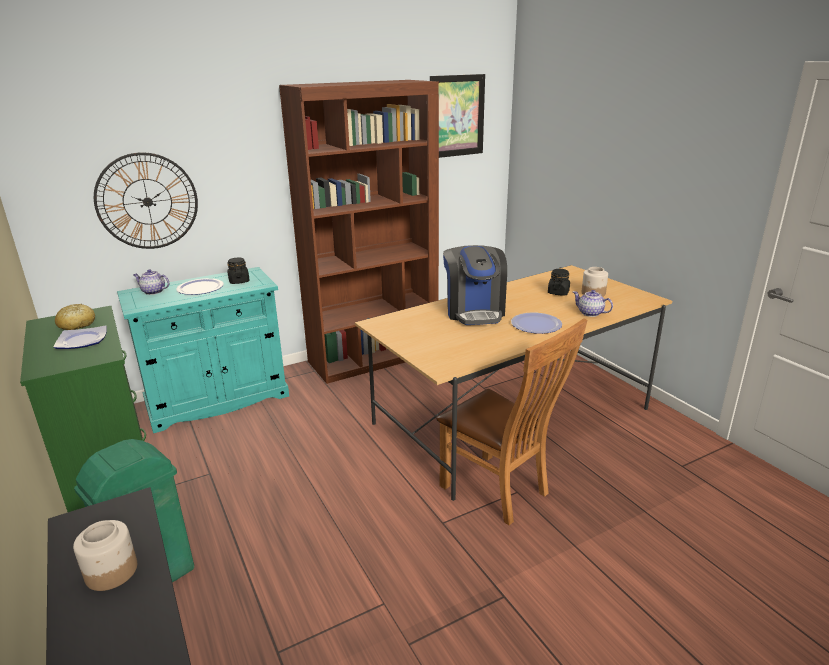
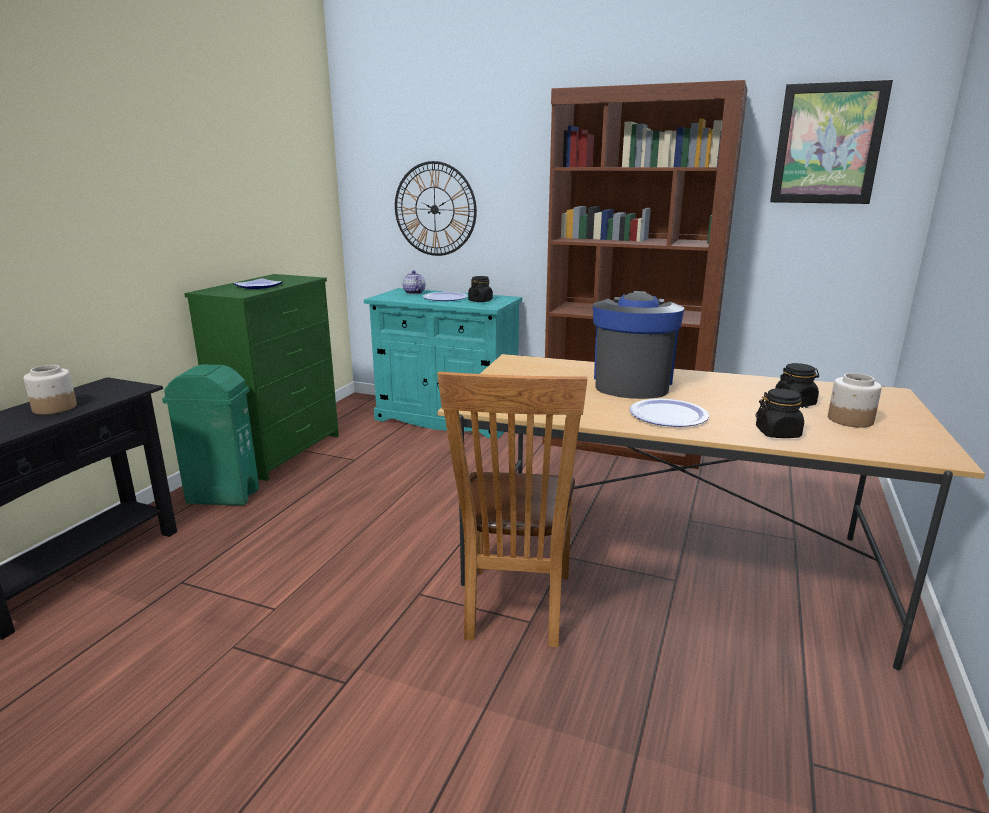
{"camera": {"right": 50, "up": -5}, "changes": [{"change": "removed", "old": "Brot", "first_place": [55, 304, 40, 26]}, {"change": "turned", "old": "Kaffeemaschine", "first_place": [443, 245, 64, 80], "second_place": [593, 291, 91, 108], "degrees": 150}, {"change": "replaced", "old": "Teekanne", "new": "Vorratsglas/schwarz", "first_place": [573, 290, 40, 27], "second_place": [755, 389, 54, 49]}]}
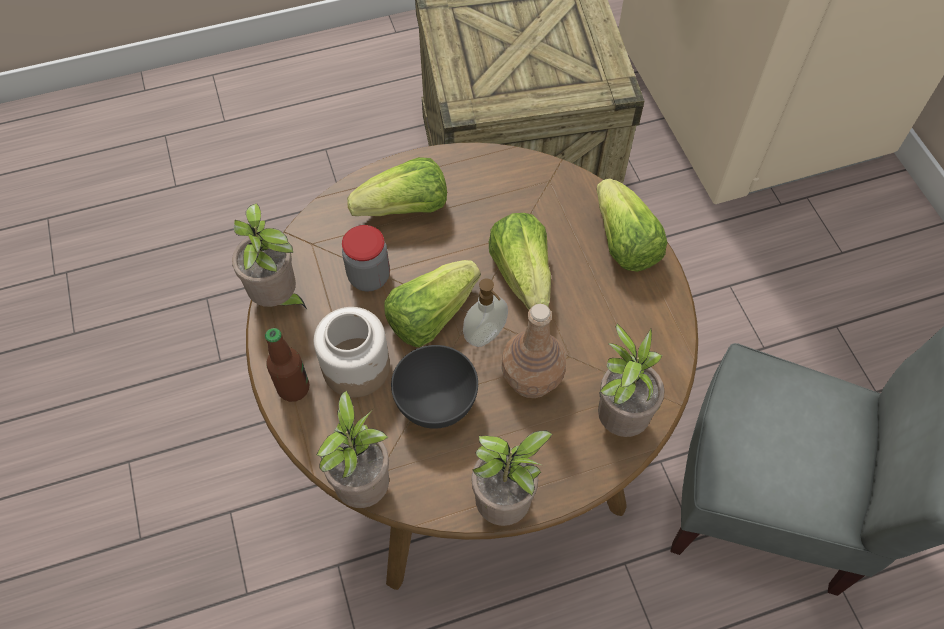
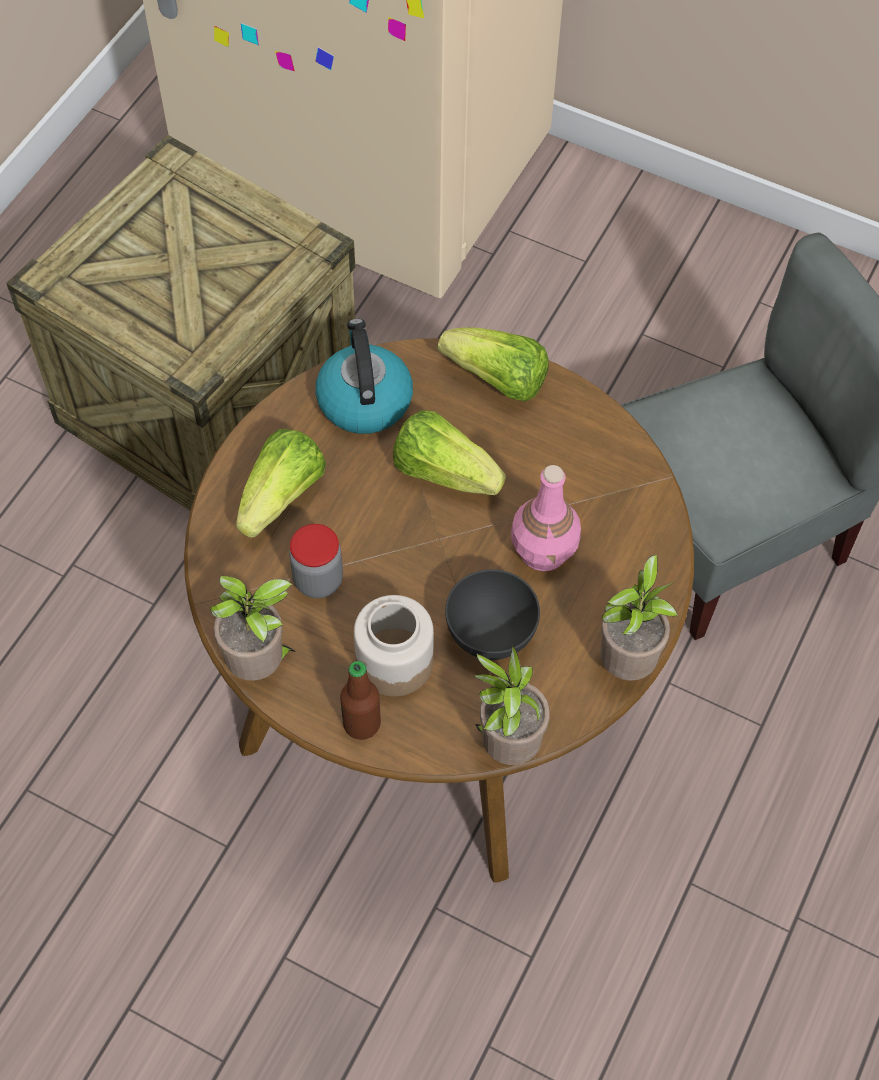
{"camera": {"right": -45, "up": 0}, "changes": [{"change": "removed", "old": "Salatkopf", "first_place": [384, 260, 97, 87]}, {"change": "removed", "old": "Seifenspender", "first_place": [463, 278, 45, 69]}, {"change": "recoloured", "old": "Flasche/braun", "new": "Flasche/rosa", "first_place": [501, 304, 65, 94], "second_place": [511, 465, 70, 106]}, {"change": "removed", "old": "Topfpflanze", "first_place": [598, 323, 67, 114]}, {"change": "added", "new": "Wasserkessel", "second_place": [316, 318, 97, 116]}]}
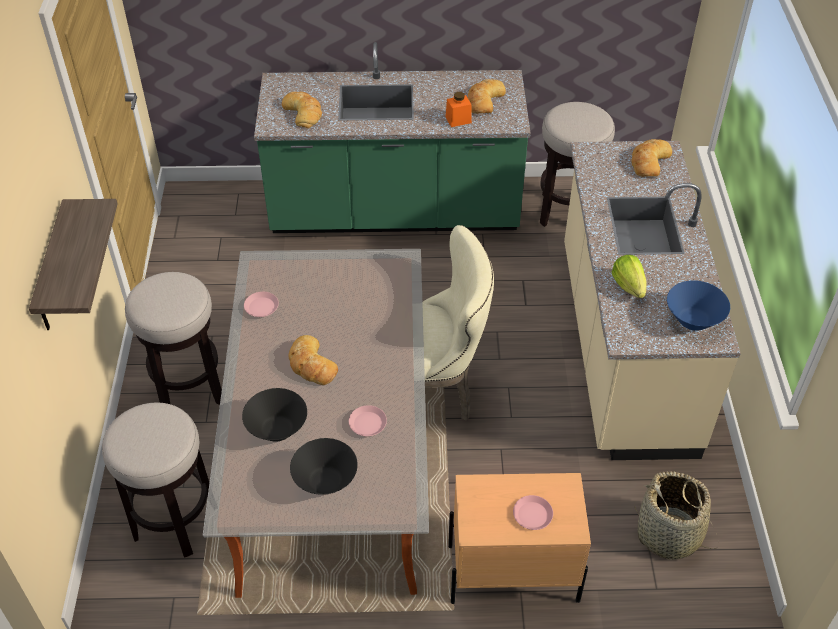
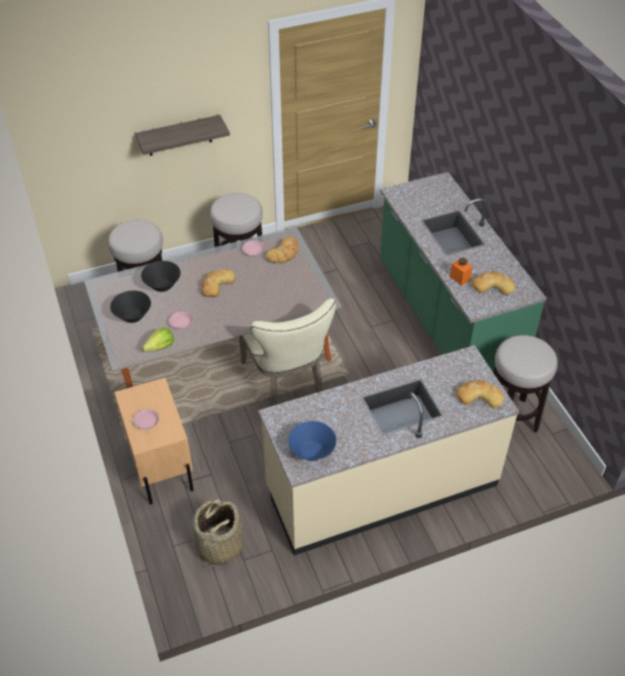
{"camera": {"right": 70, "up": 0}, "changes": [{"change": "moved", "old": "Brot", "first_place": [282, 92, 40, 36], "second_place": [266, 237, 33, 26]}, {"change": "moved", "old": "Salatkopf", "first_place": [612, 255, 35, 43], "second_place": [142, 327, 32, 25]}]}
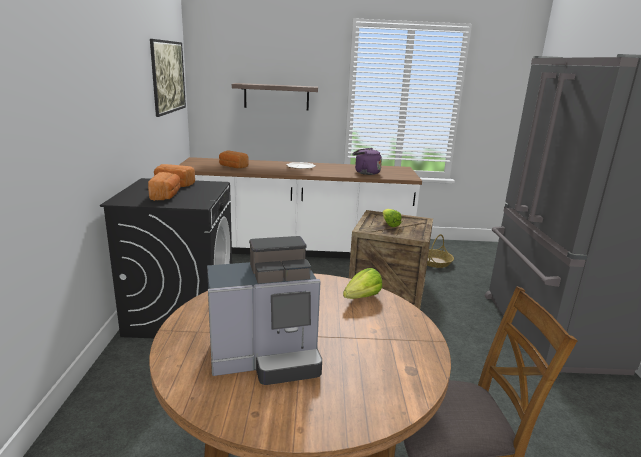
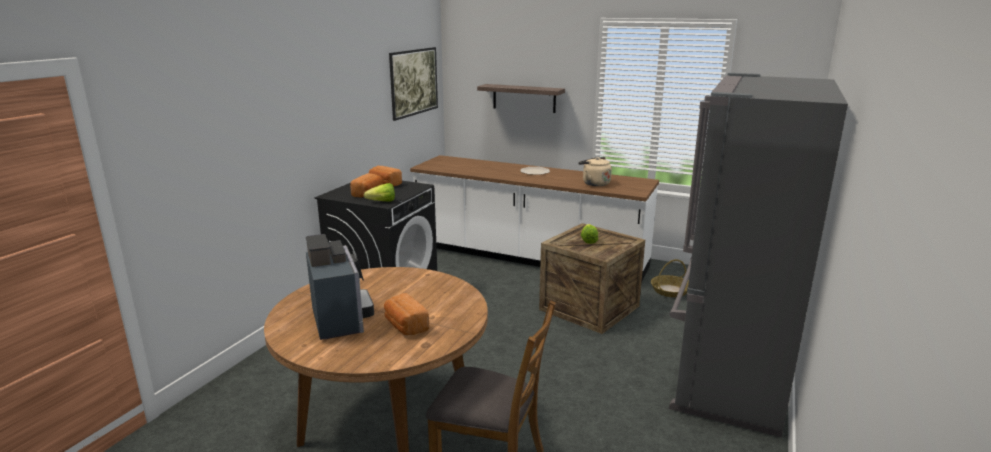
{"camera": {"right": 25, "up": 0}, "changes": [{"change": "turned", "old": "Kaffeemaschine", "first_place": [207, 236, 115, 149], "second_place": [306, 234, 68, 106], "degrees": -120}, {"change": "moved", "old": "Brot", "first_place": [219, 151, 29, 17], "second_place": [384, 293, 45, 42]}, {"change": "moved", "old": "Salatkopf", "first_place": [343, 268, 39, 31], "second_place": [364, 183, 31, 19]}, {"change": "recoloured", "old": "Wasserkessel/lila", "new": "Wasserkessel/beige", "first_place": [352, 148, 30, 27], "second_place": [578, 157, 34, 29]}]}
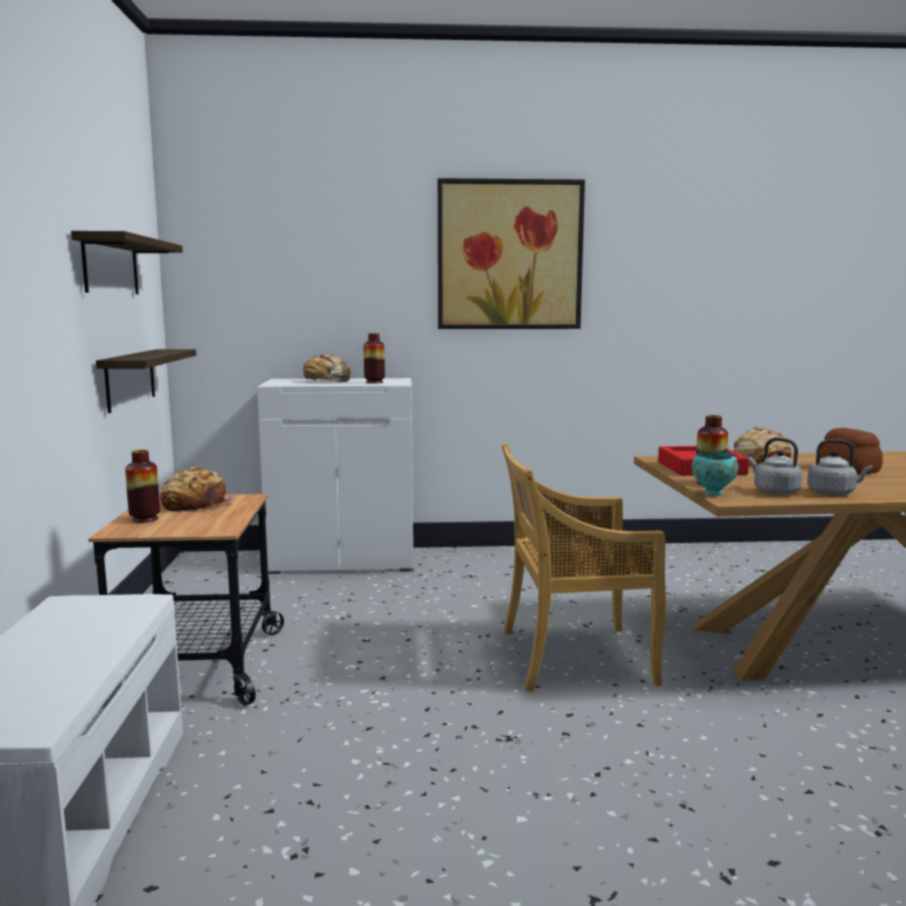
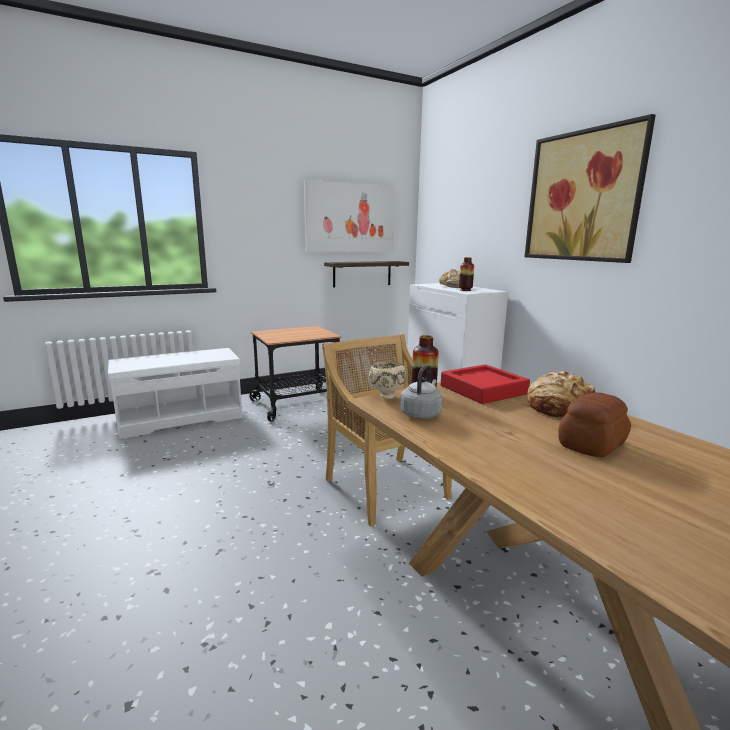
{"camera": {"right": 65, "up": 5}, "changes": [{"change": "replaced", "old": "Wandregal", "new": "Bild", "first_place": [71, 231, 112, 63], "second_place": [304, 180, 90, 72]}, {"change": "removed", "old": "Vase", "first_place": [125, 450, 35, 73]}, {"change": "removed", "old": "Brot", "first_place": [160, 467, 76, 45]}, {"change": "recoloured", "old": "Schüssel/türkis", "new": "Schüssel/beige", "first_place": [692, 452, 46, 44], "second_place": [369, 361, 37, 38]}, {"change": "removed", "old": "Wasserkessel/grau", "first_place": [807, 439, 66, 57]}]}
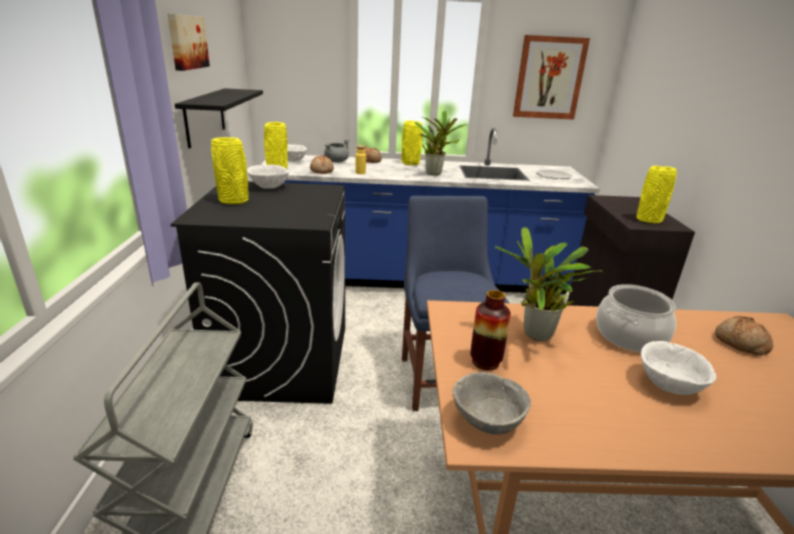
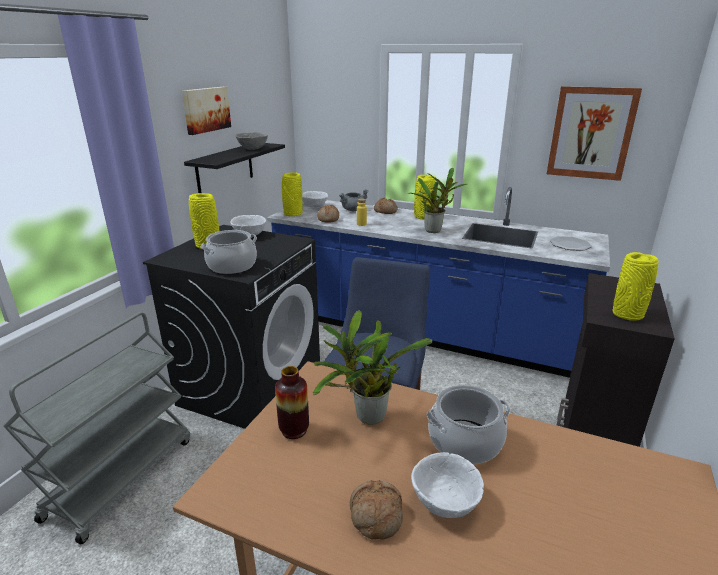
{"camera": {"right": 25, "up": 0}, "changes": [{"change": "moved", "old": "Schüssel/grau", "first_place": [453, 372, 78, 63], "second_place": [235, 132, 33, 18]}, {"change": "moved", "old": "Brot", "first_place": [715, 316, 58, 40], "second_place": [350, 480, 53, 60]}, {"change": "added", "new": "Kochtopf", "second_place": [200, 230, 57, 44]}]}
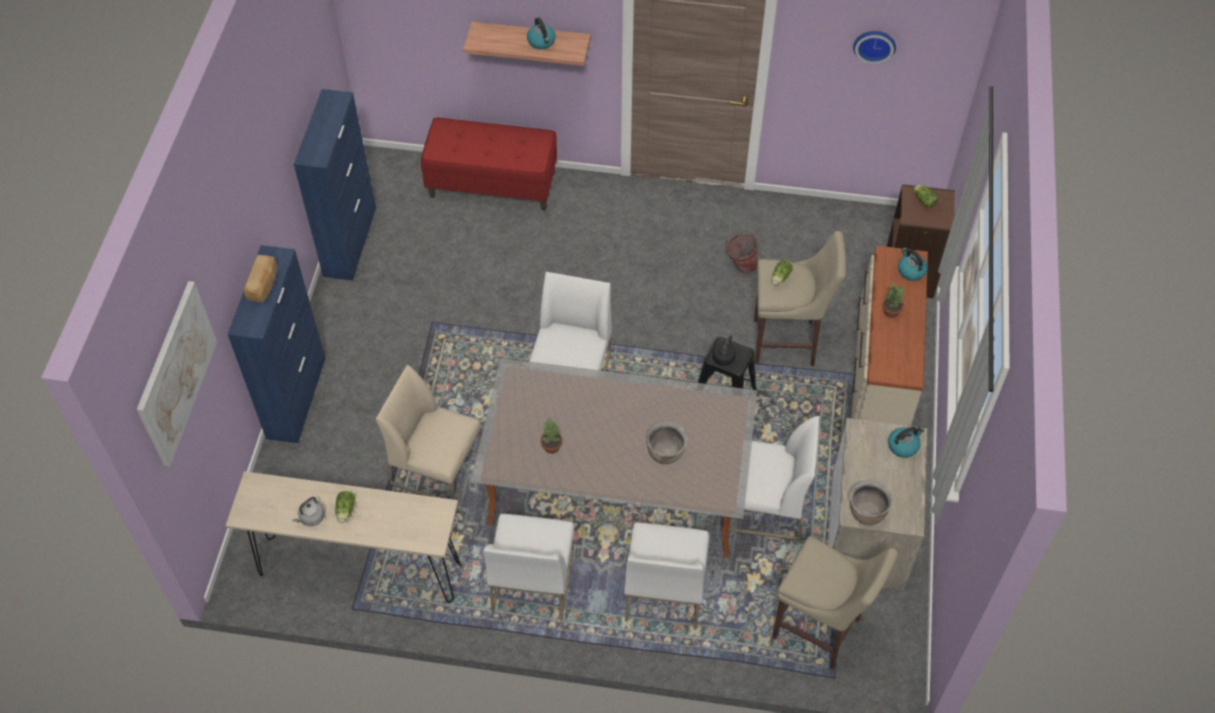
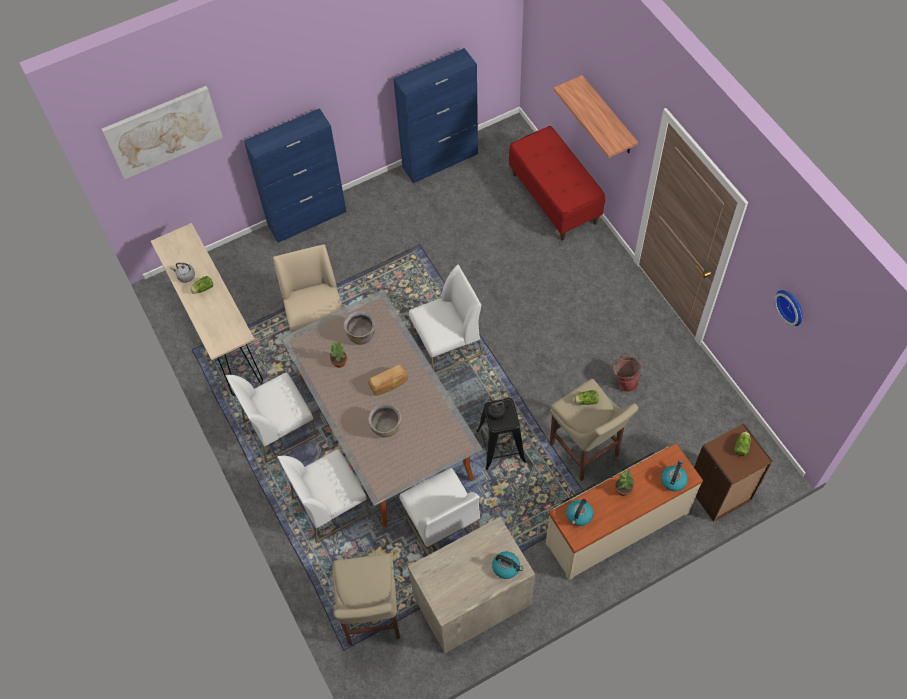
{"camera": {"right": 55, "up": 5}, "changes": [{"change": "moved", "old": "Brot", "first_place": [244, 255, 33, 47], "second_place": [368, 365, 40, 31]}, {"change": "moved", "old": "Wasserkessel", "first_place": [527, 17, 29, 32], "second_place": [566, 499, 27, 27]}, {"change": "moved", "old": "Kochtopf/braun", "first_place": [850, 481, 42, 45], "second_place": [344, 312, 31, 33]}]}
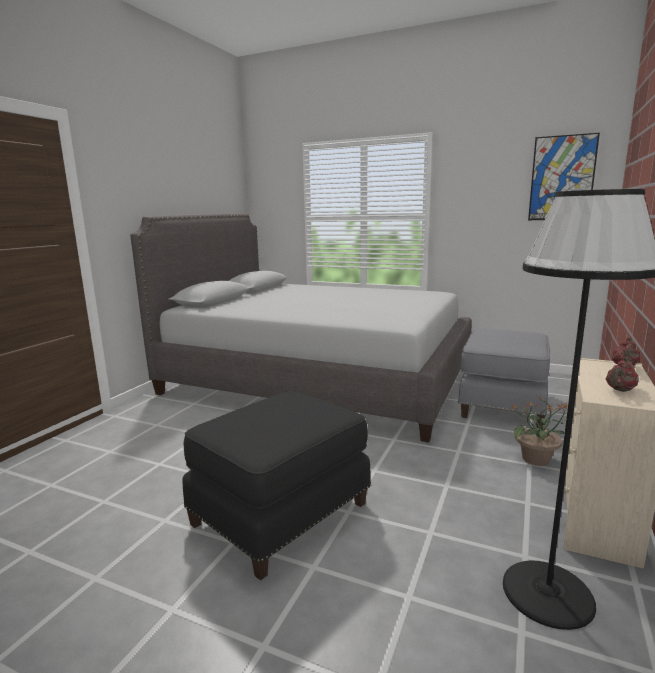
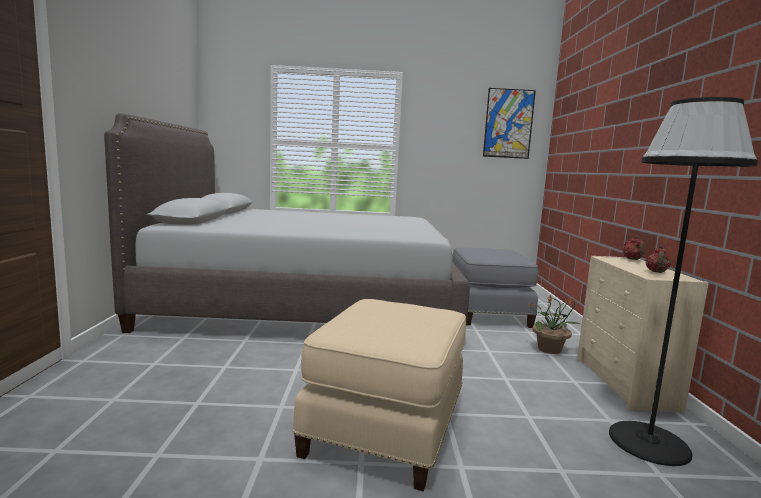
{"camera": {"right": -25, "up": -5}, "changes": [{"change": "recoloured", "old": "Polsterhocker/schwarz", "new": "Polsterhocker/beige", "first_place": [183, 391, 188, 189], "second_place": [293, 299, 173, 192]}]}
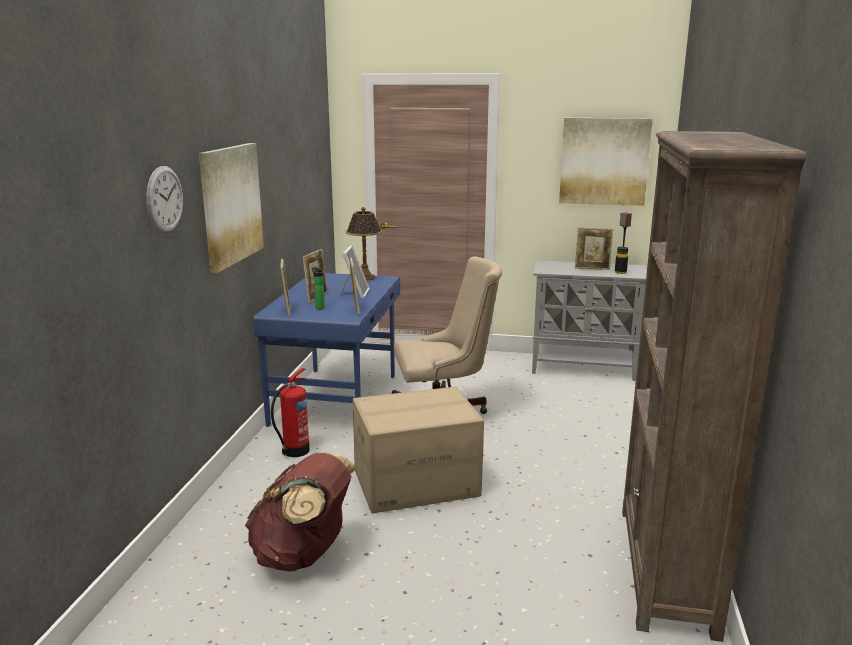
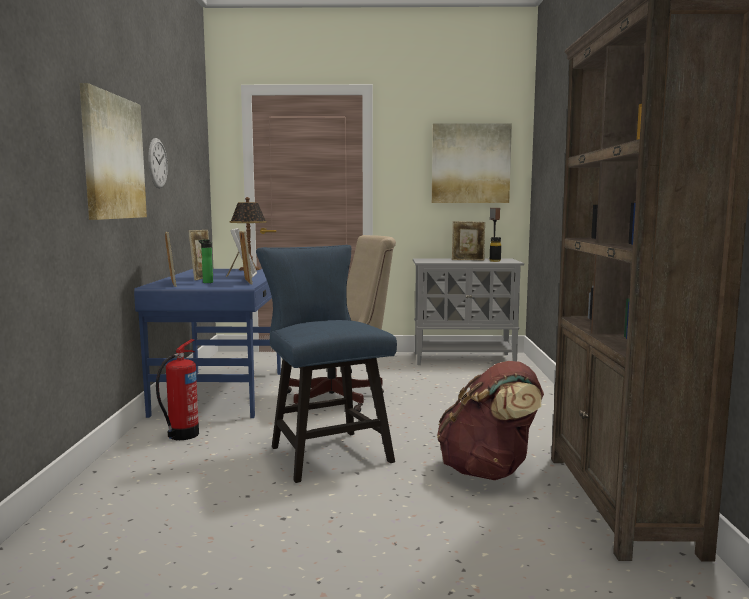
{"camera": {"right": -10, "up": -10}, "changes": [{"change": "moved", "old": "Wanduhr", "first_place": [146, 166, 37, 67], "second_place": [148, 138, 20, 51]}, {"change": "moved", "old": "Rucksack/braun", "first_place": [245, 453, 111, 118], "second_place": [437, 361, 107, 119]}, {"change": "replaced", "old": "Karton", "new": "Stuhl/blau", "first_place": [353, 387, 131, 126], "second_place": [256, 245, 141, 238]}]}
